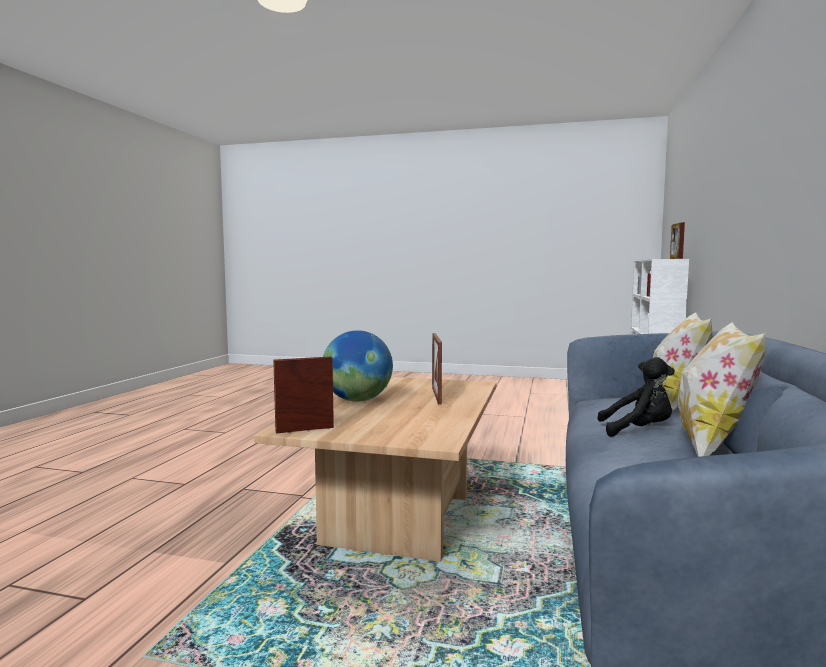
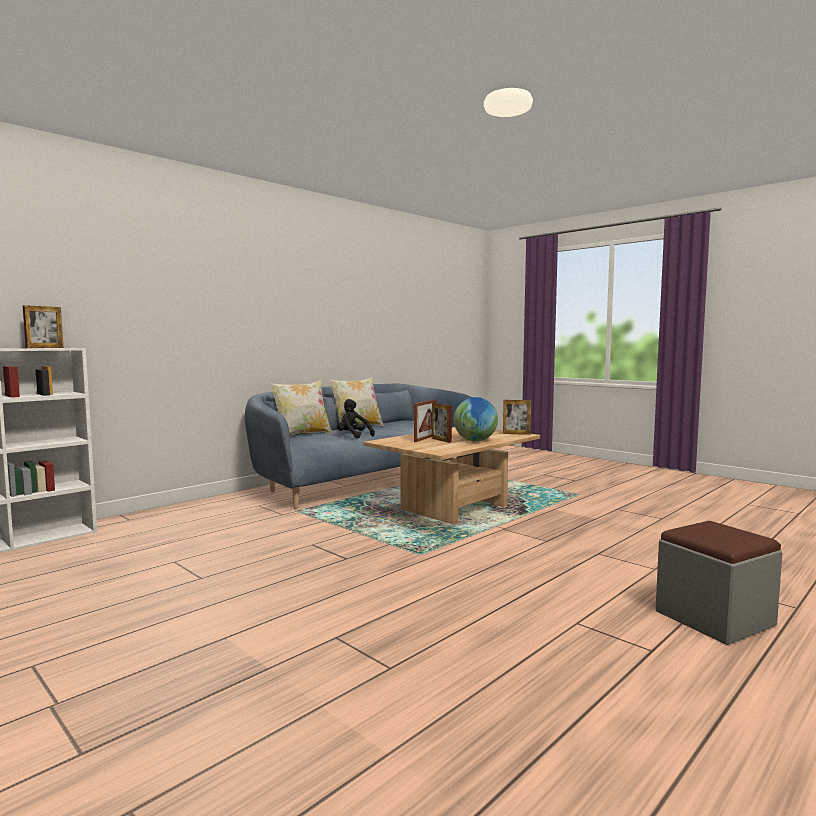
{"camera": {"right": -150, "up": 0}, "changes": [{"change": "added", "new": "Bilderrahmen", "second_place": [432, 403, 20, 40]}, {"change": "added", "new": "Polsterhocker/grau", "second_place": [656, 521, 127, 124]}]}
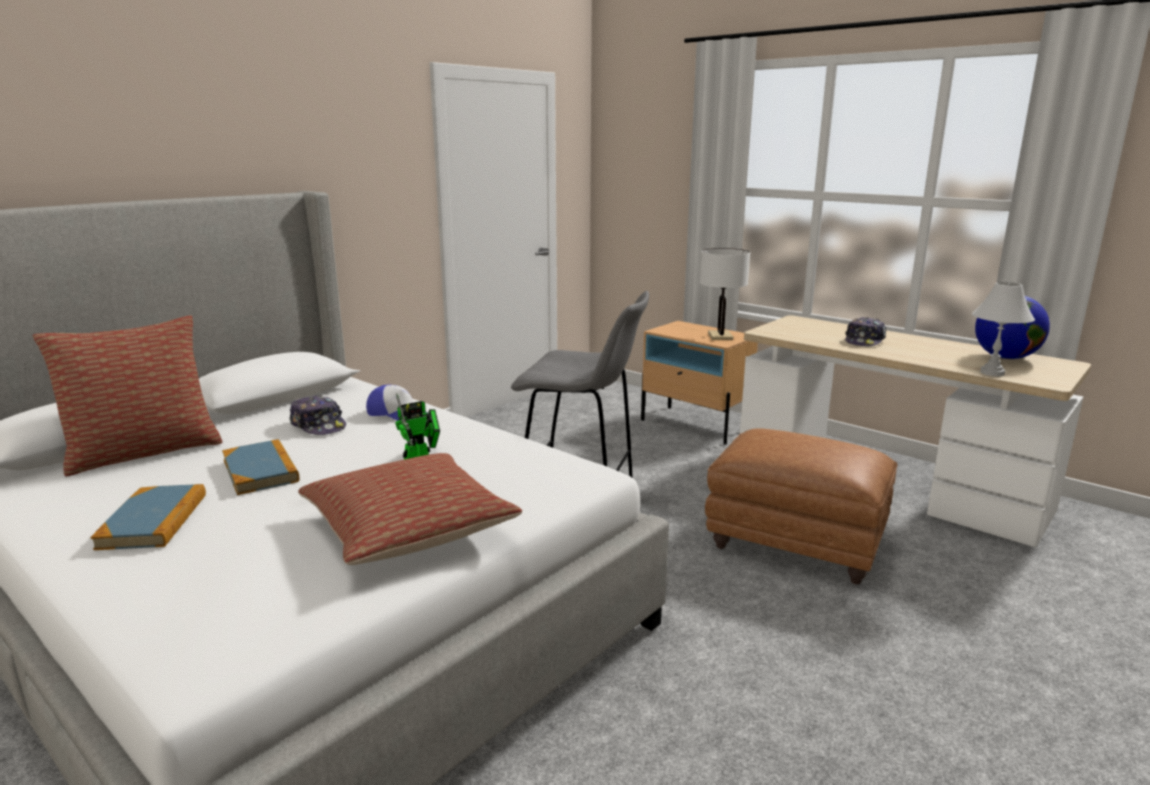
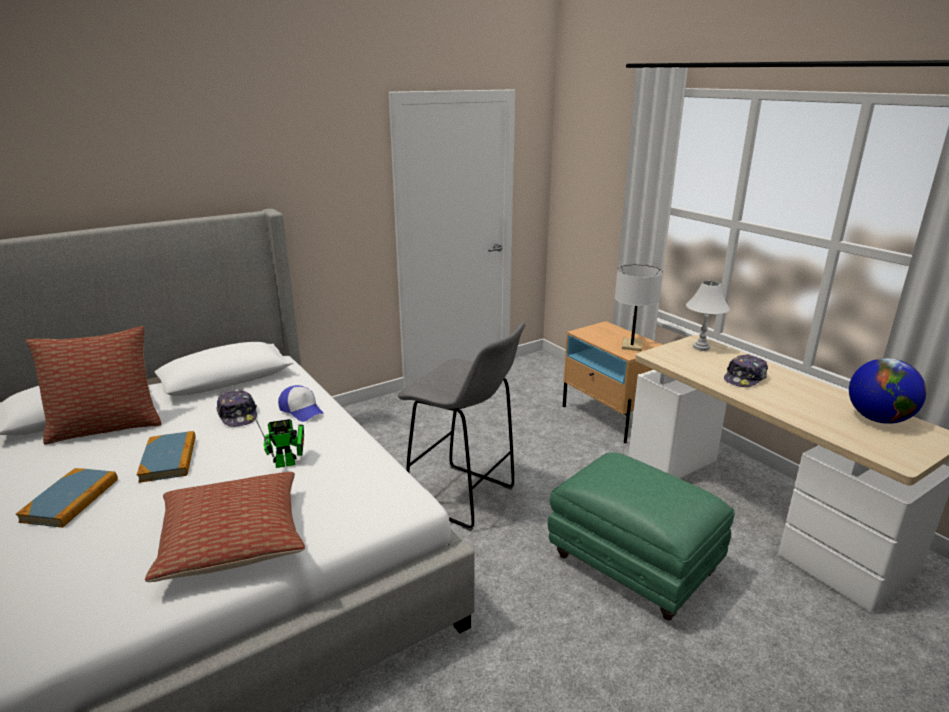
{"camera": {"right": 15, "up": 5}, "changes": [{"change": "recoloured", "old": "Polsterhocker/braun", "new": "Polsterhocker/grün", "first_place": [705, 428, 192, 156], "second_place": [547, 452, 188, 169]}, {"change": "moved", "old": "Tischlampe/weiß", "first_place": [972, 282, 63, 94], "second_place": [686, 281, 44, 70]}]}
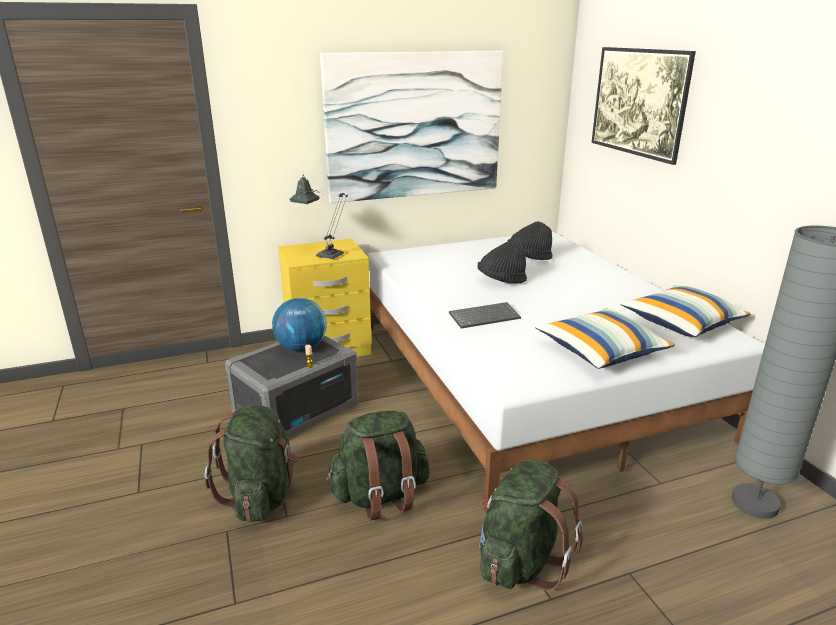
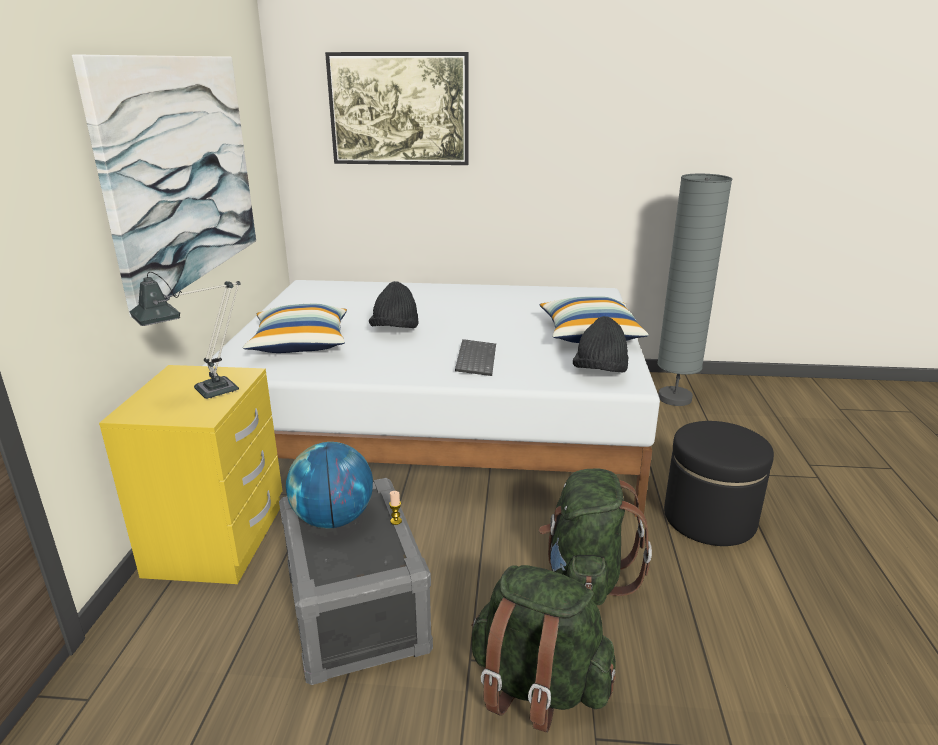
{"camera": {"right": -65, "up": 0}, "changes": [{"change": "replaced", "old": "Rucksack/grün", "new": "Polsterhocker/schwarz", "first_place": [479, 460, 104, 131], "second_place": [664, 421, 110, 125]}, {"change": "moved", "old": "Hut/schwarz", "first_place": [507, 221, 46, 39], "second_place": [573, 316, 56, 56]}, {"change": "moved", "old": "Kissen", "first_place": [620, 285, 131, 52], "second_place": [243, 304, 104, 49]}]}
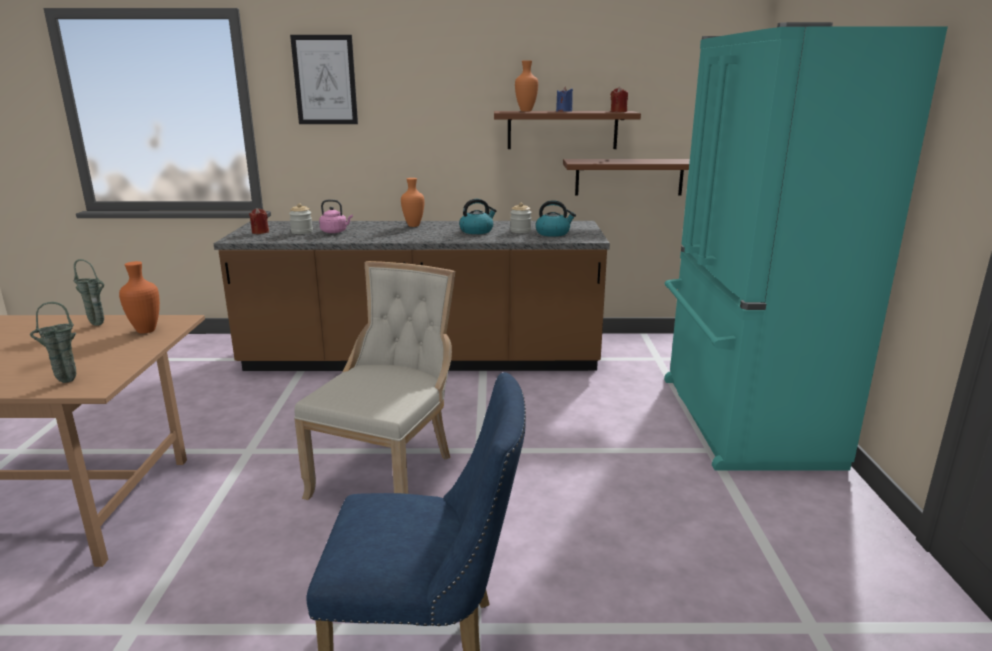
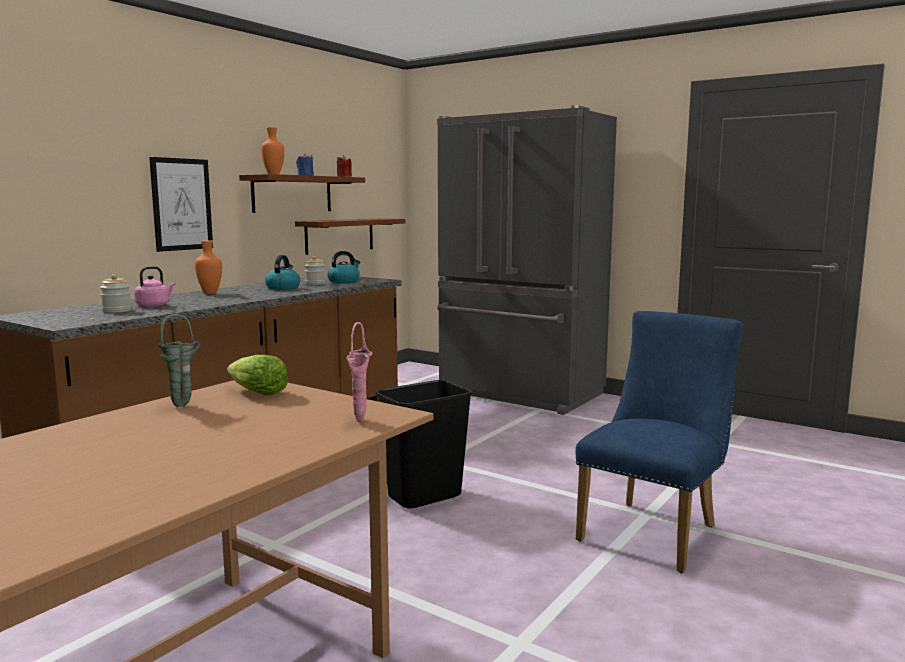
{"camera": {"right": -55, "up": -10}, "changes": [{"change": "recoloured", "old": "Vase/grün", "new": "Vase/rosa", "first_place": [30, 302, 46, 81], "second_place": [346, 322, 27, 101]}, {"change": "replaced", "old": "Vase/orange", "new": "Salatkopf", "first_place": [119, 261, 41, 73], "second_place": [227, 355, 61, 40]}, {"change": "removed", "old": "Kerze/rot", "first_place": [249, 208, 20, 26]}, {"change": "moved", "old": "Bild", "first_place": [290, 35, 68, 89], "second_place": [149, 157, 64, 95]}, {"change": "replaced", "old": "Stuhl/beige", "new": "Mülleimer/schwarz", "first_place": [294, 261, 161, 239], "second_place": [375, 380, 97, 129]}, {"change": "recoloured", "old": "Kühlschrank/türkis", "new": "Kühlschrank/grau", "first_place": [664, 22, 284, 449], "second_place": [437, 105, 180, 310]}]}
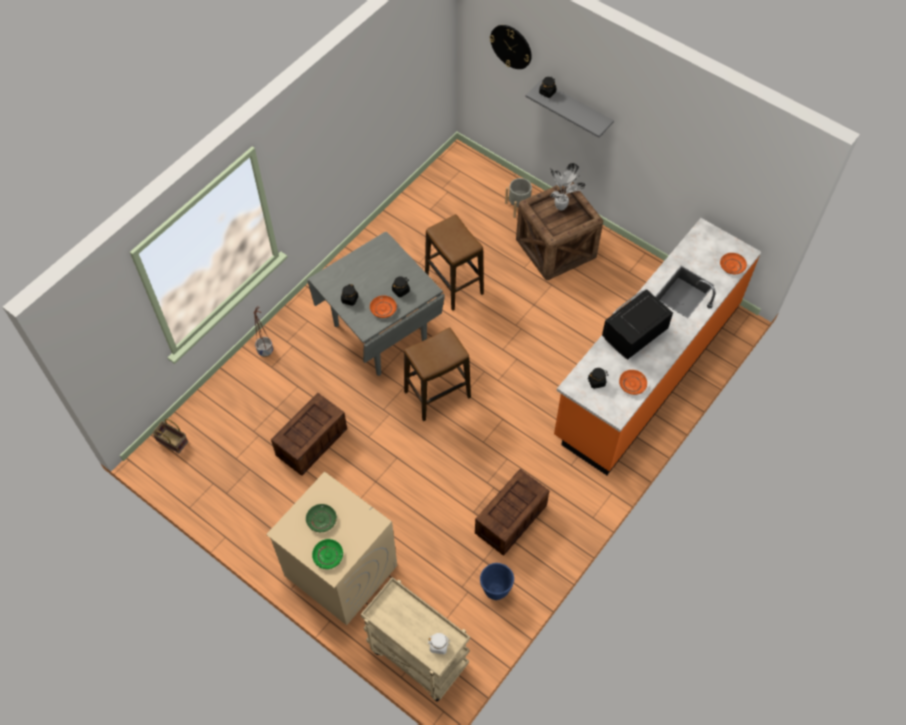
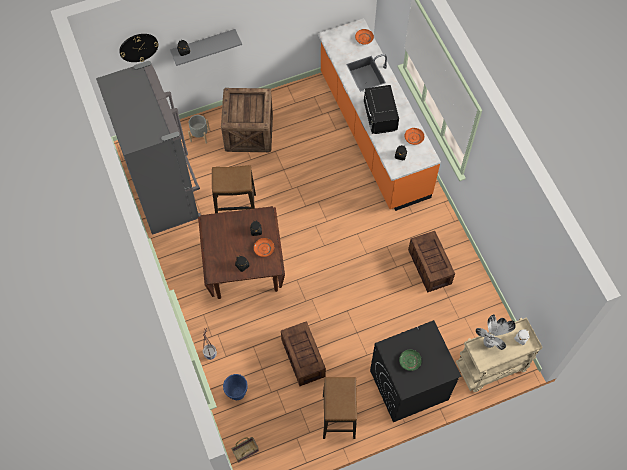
{"camera": {"right": -60, "up": 5}, "changes": [{"change": "recoloured", "old": "Waschmaschine/beige", "new": "Waschmaschine/schwarz", "first_place": [266, 472, 131, 153], "second_place": [370, 320, 91, 102]}, {"change": "recoloured", "old": "Esstisch/grau", "new": "Esstisch/braun", "first_place": [307, 232, 138, 144], "second_place": [198, 206, 87, 93]}, {"change": "removed", "old": "Teller/grün", "first_place": [312, 539, 31, 30]}, {"change": "moved", "old": "Hocker", "first_place": [404, 327, 67, 94], "second_place": [323, 377, 34, 62]}, {"change": "moved", "old": "Pflanzkübel/blau", "first_place": [480, 563, 34, 37], "second_place": [223, 374, 25, 26]}, {"change": "moved", "old": "Topfpflanze", "first_place": [550, 163, 36, 47], "second_place": [476, 314, 40, 36]}, {"change": "added", "new": "Kühlschrank/grau", "second_place": [96, 61, 105, 174]}]}
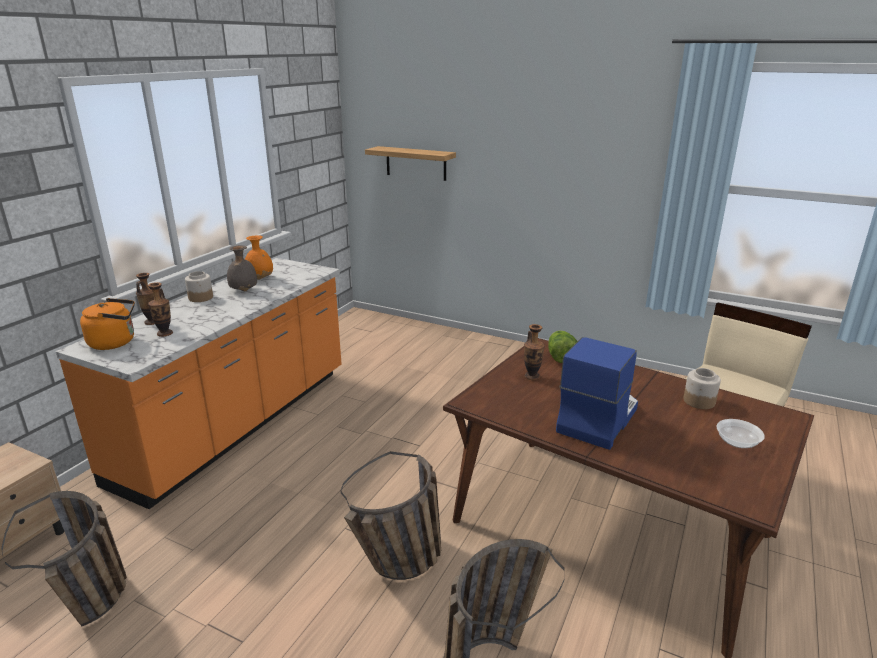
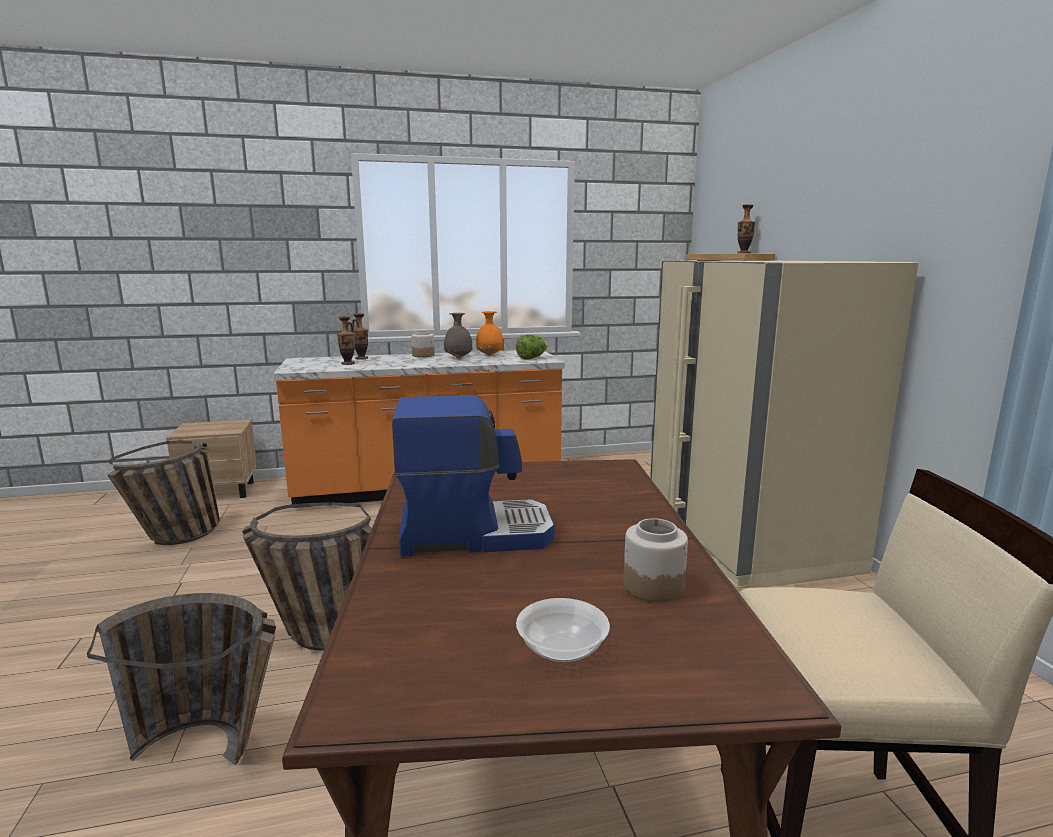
{"camera": {"right": 50, "up": -10}, "changes": [{"change": "removed", "old": "Wasserkessel/orange", "first_place": [80, 298, 55, 52]}, {"change": "moved", "old": "Vase", "first_place": [524, 324, 21, 56], "second_place": [737, 205, 19, 48]}, {"change": "moved", "old": "Salatkopf", "first_place": [548, 331, 30, 32], "second_place": [516, 334, 32, 26]}, {"change": "added", "new": "Kühlschrank/beige", "second_place": [650, 261, 268, 328]}]}
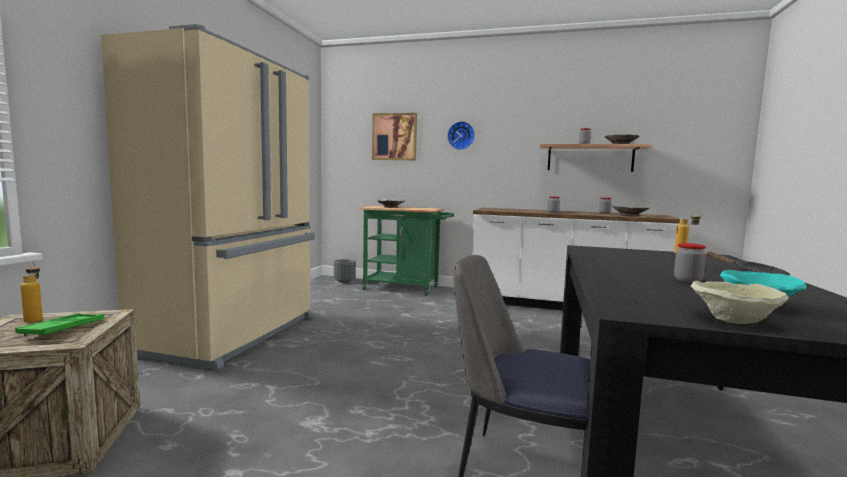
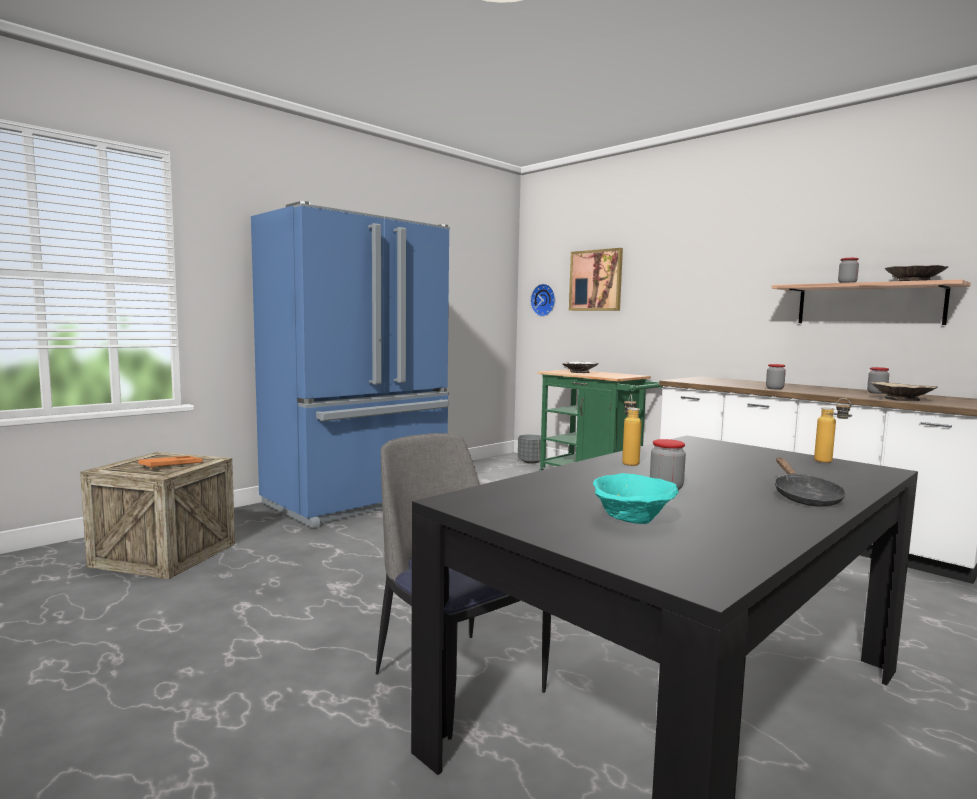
{"camera": {"right": 30, "up": 0}, "changes": [{"change": "recoloured", "old": "Tablett/grün", "new": "Tablett/orange", "first_place": [15, 313, 89, 24], "second_place": [138, 456, 65, 13]}, {"change": "moved", "old": "Flasche", "first_place": [20, 262, 23, 61], "second_place": [622, 394, 20, 72]}, {"change": "recoloured", "old": "Kühlschrank/beige", "new": "Kühlschrank/blau", "first_place": [101, 24, 214, 346], "second_place": [251, 201, 199, 327]}, {"change": "moved", "old": "Wanduhr", "first_place": [447, 121, 28, 29], "second_place": [530, 284, 25, 33]}, {"change": "removed", "old": "Schüssel/beige", "first_place": [691, 281, 98, 43]}]}
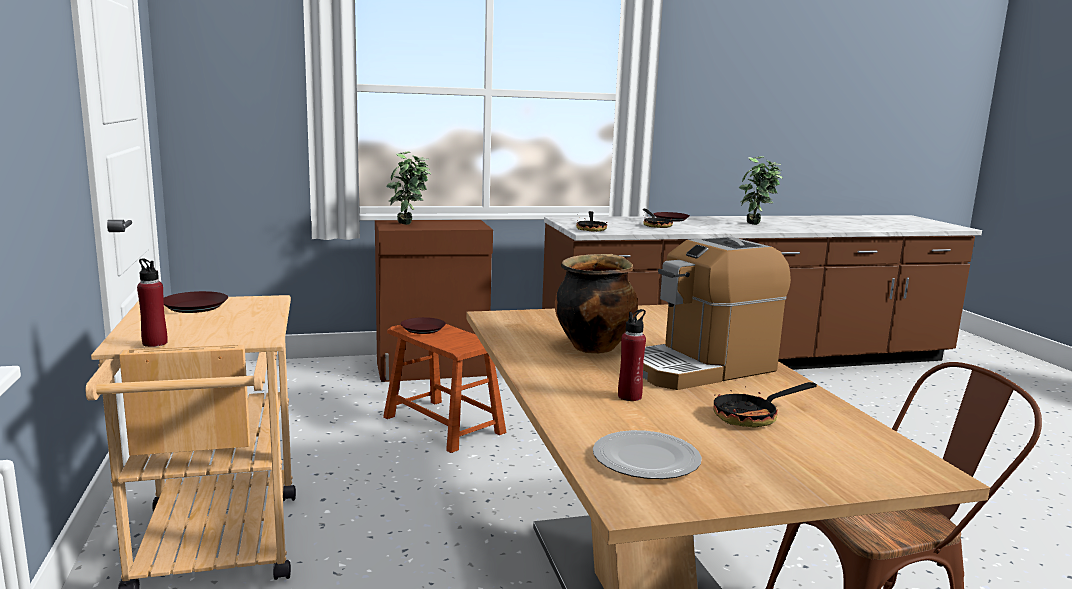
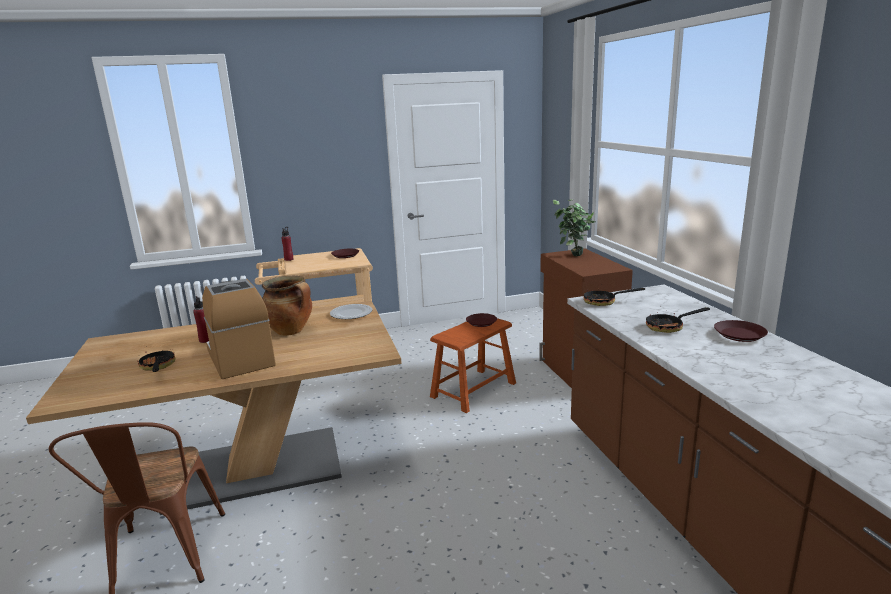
{"camera": {"right": 90, "up": 5}, "changes": [{"change": "moved", "old": "Teller", "first_place": [593, 430, 109, 49], "second_place": [330, 304, 42, 15]}, {"change": "removed", "old": "Topfpflanze", "first_place": [739, 156, 43, 69]}]}
